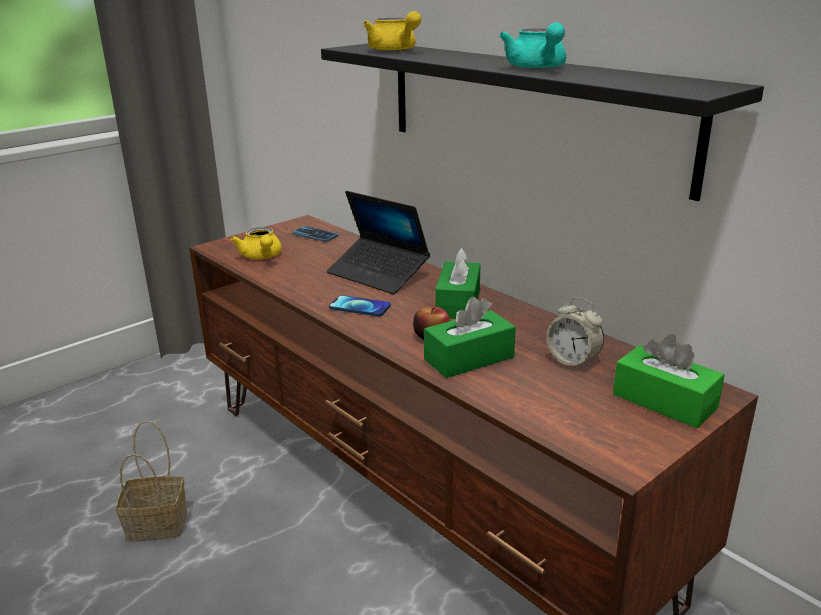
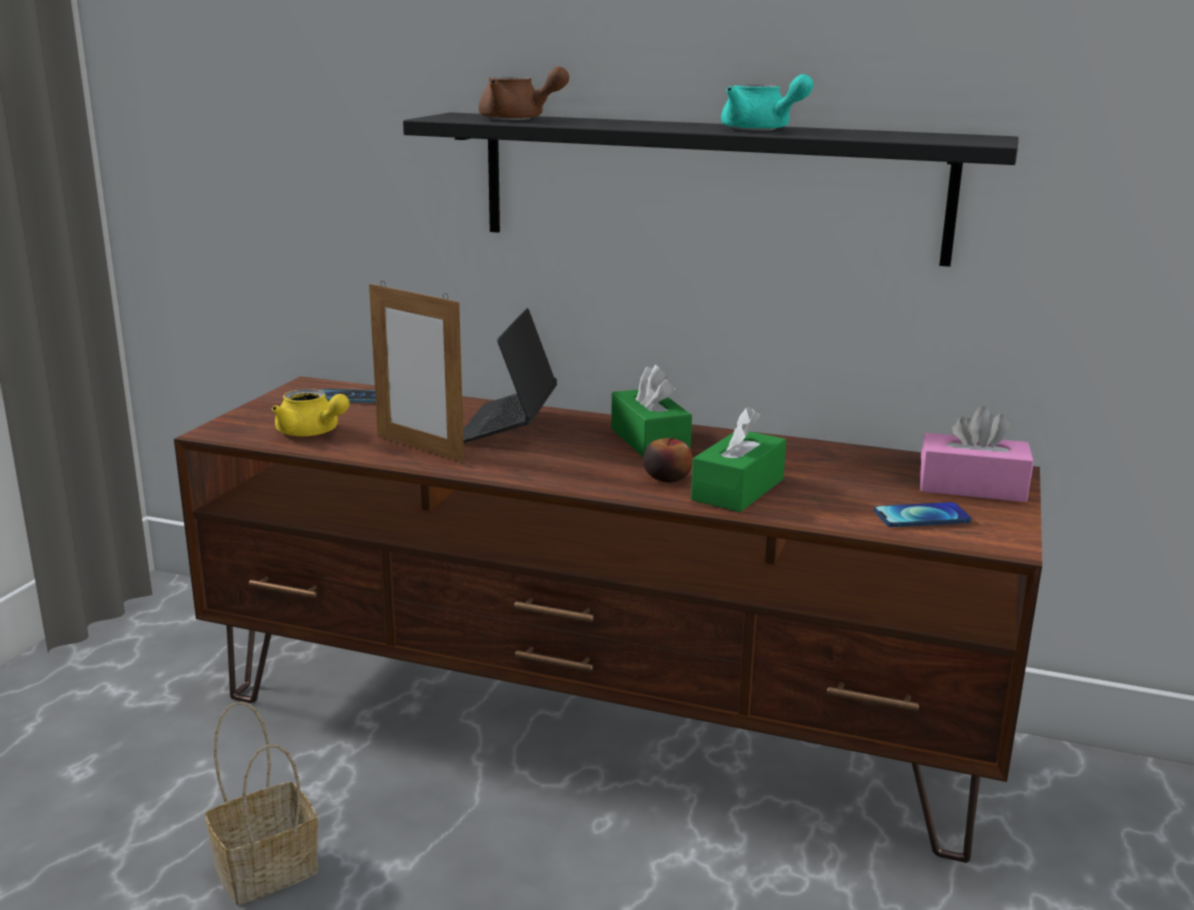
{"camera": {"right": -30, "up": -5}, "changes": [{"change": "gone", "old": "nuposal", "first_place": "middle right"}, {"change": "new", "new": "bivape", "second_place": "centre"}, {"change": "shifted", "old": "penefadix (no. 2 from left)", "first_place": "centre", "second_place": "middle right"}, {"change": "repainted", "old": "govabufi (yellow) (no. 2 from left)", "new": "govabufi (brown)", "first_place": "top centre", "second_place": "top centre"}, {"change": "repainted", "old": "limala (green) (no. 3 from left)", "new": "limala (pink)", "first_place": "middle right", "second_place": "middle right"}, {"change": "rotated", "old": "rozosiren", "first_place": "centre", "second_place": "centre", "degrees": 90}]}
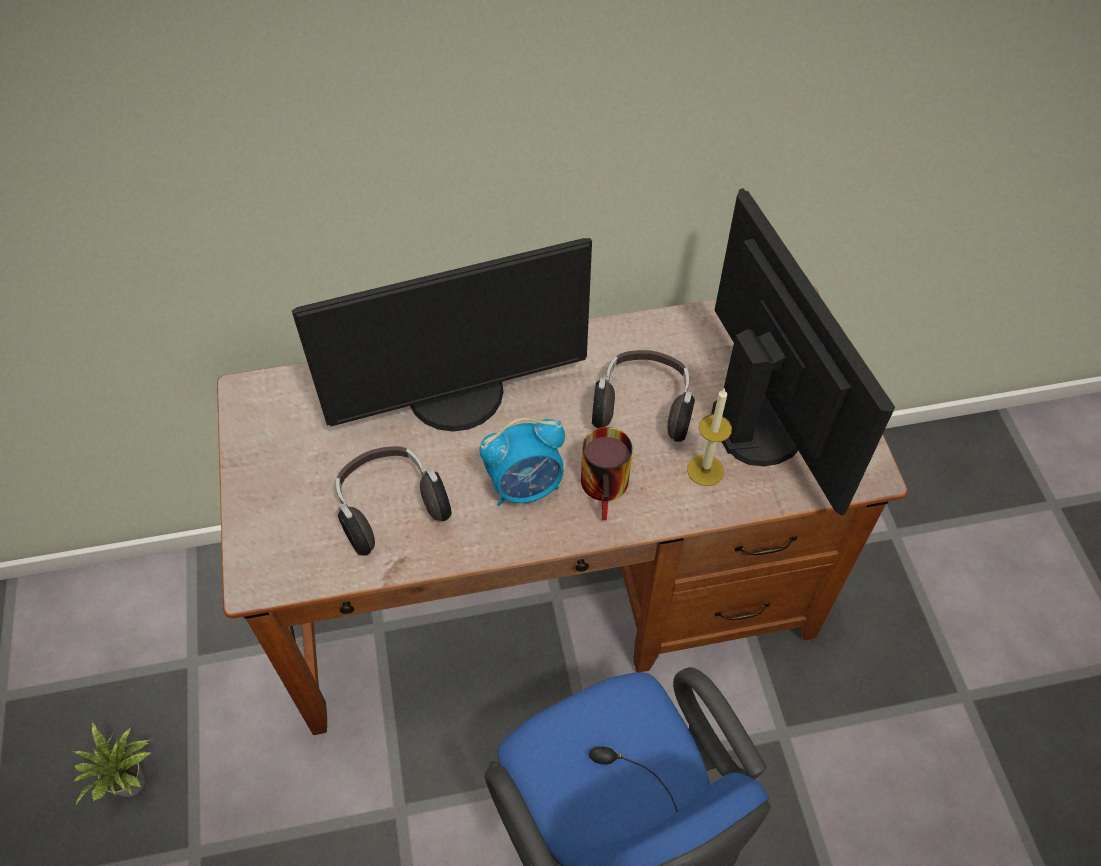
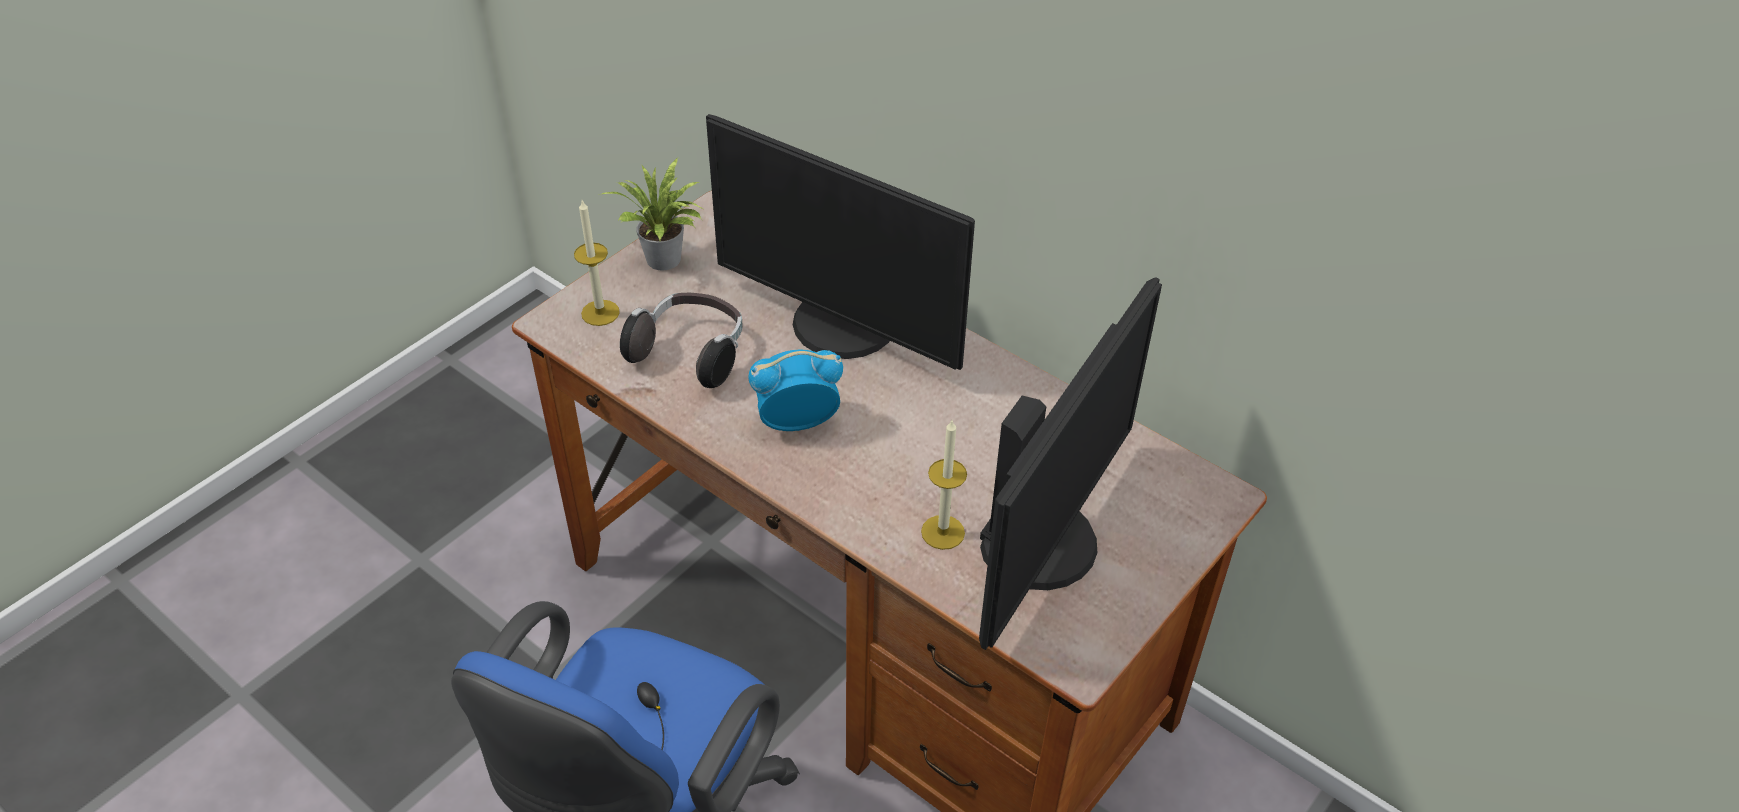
{"camera": {"right": 50, "up": -10}, "changes": [{"change": "gone", "old": "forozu", "first_place": "centre"}, {"change": "gone", "old": "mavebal (no. 2 from left)", "first_place": "centre"}, {"change": "new", "new": "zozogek (no. 1 from left)", "second_place": "top centre"}, {"change": "shifted", "old": "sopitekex", "first_place": "bottom left", "second_place": "top centre"}, {"change": "rotated", "old": "nuposal", "first_place": "centre", "second_place": "centre", "degrees": 135}]}
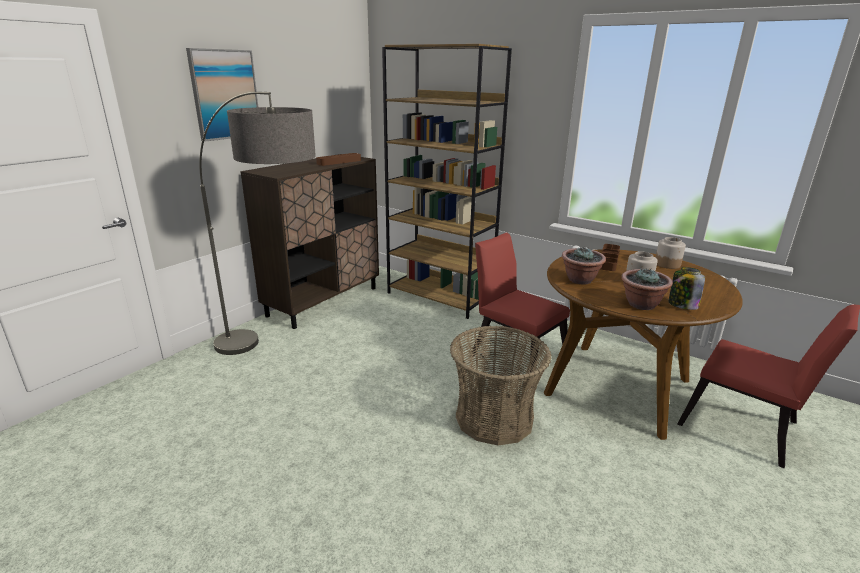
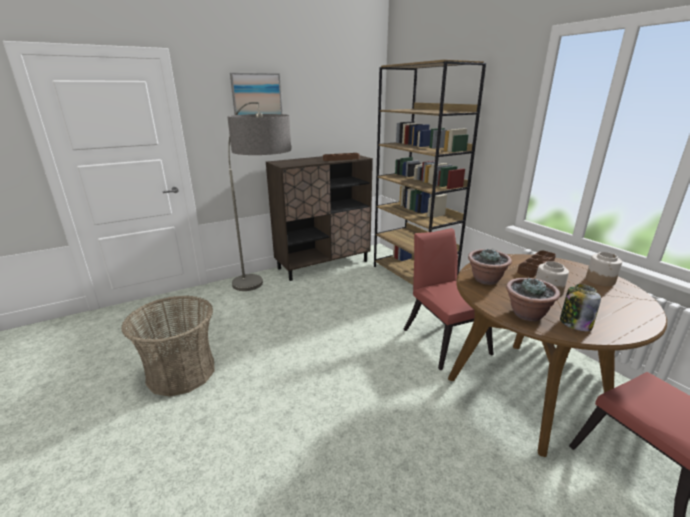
{"camera": {"right": 25, "up": 0}, "changes": [{"change": "shifted", "old": "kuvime", "first_place": "bottom centre", "second_place": "bottom left"}]}
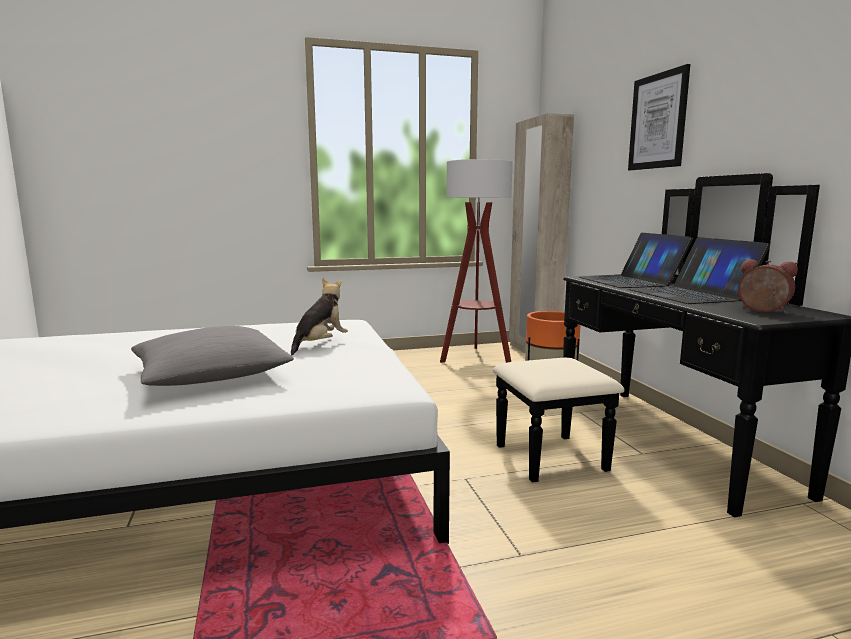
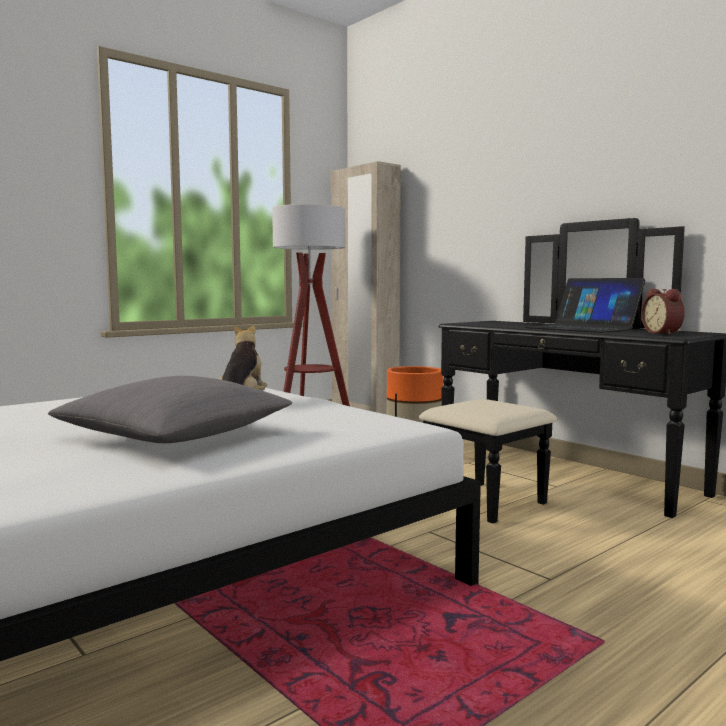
{"camera": {"right": -25, "up": -5}, "changes": [{"change": "gone", "old": "rozosiren (no. 1 from left)", "first_place": "middle right"}, {"change": "gone", "old": "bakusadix", "first_place": "top right"}, {"change": "rotated", "old": "nuposal", "first_place": "middle right", "second_place": "middle right", "degrees": -120}]}
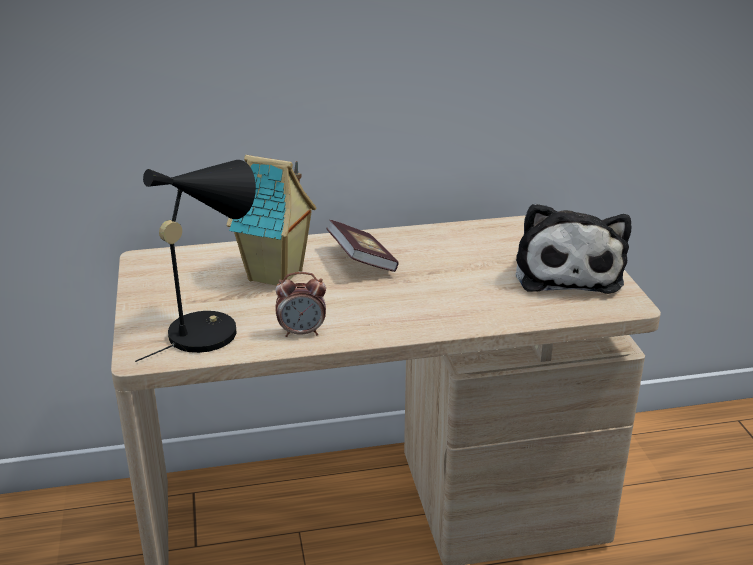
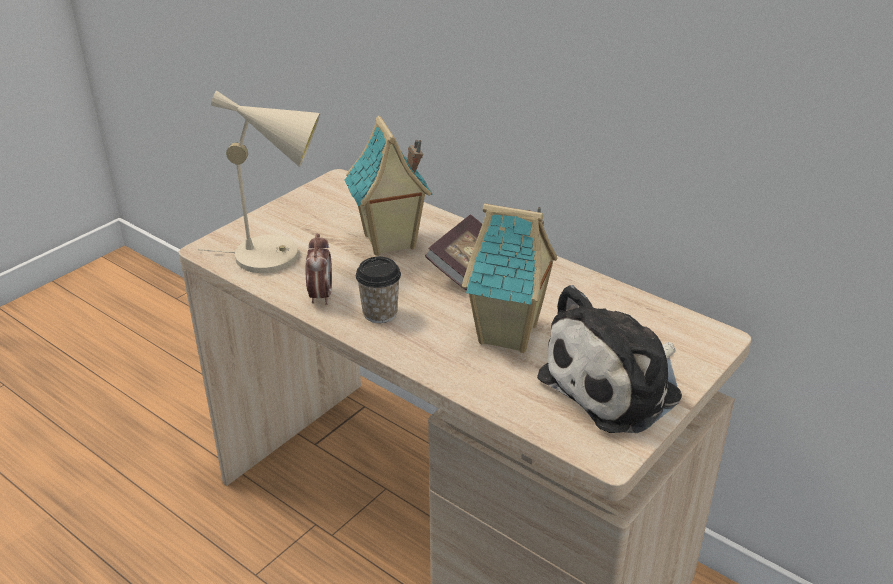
{"camera": {"right": 50, "up": 5}, "changes": [{"change": "new", "new": "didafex", "second_place": "centre"}, {"change": "new", "new": "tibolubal (no. 2 from left)", "second_place": "centre"}, {"change": "repainted", "old": "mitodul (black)", "new": "mitodul (beige)", "first_place": "middle left", "second_place": "top left"}, {"change": "rotated", "old": "nuposal", "first_place": "centre", "second_place": "centre", "degrees": -135}]}
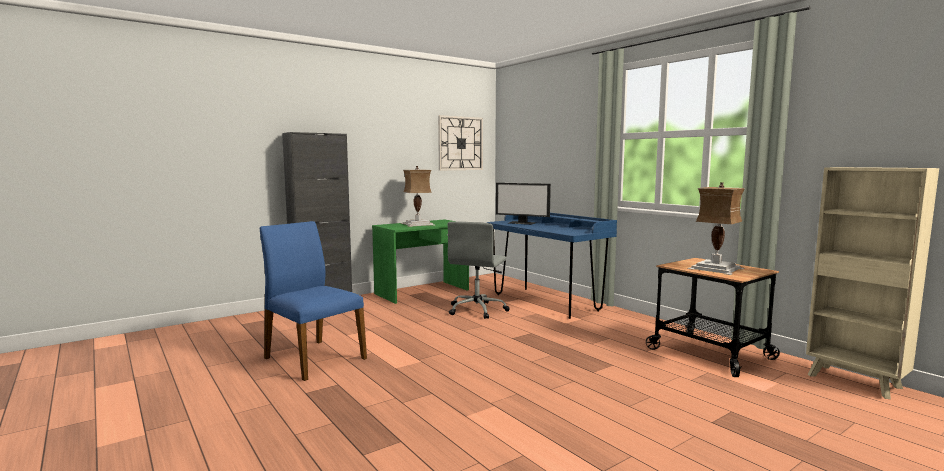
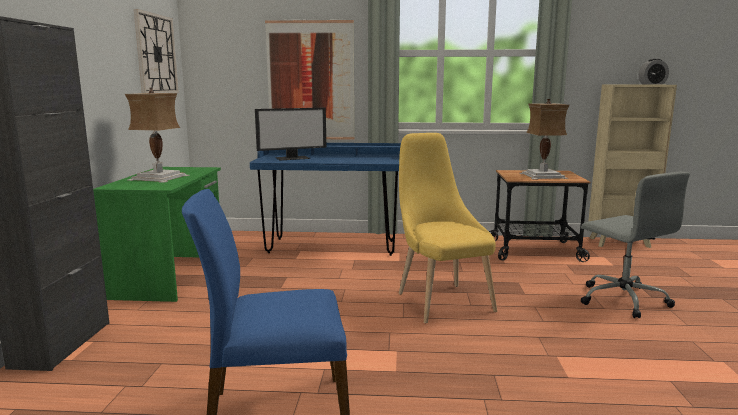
{"camera": {"right": -50, "up": 5}, "changes": [{"change": "new", "new": "bakusadix", "second_place": "top centre"}, {"change": "new", "new": "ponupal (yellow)", "second_place": "centre"}, {"change": "new", "new": "nuposal", "second_place": "top right"}, {"change": "shifted", "old": "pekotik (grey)", "first_place": "centre", "second_place": "middle right"}]}
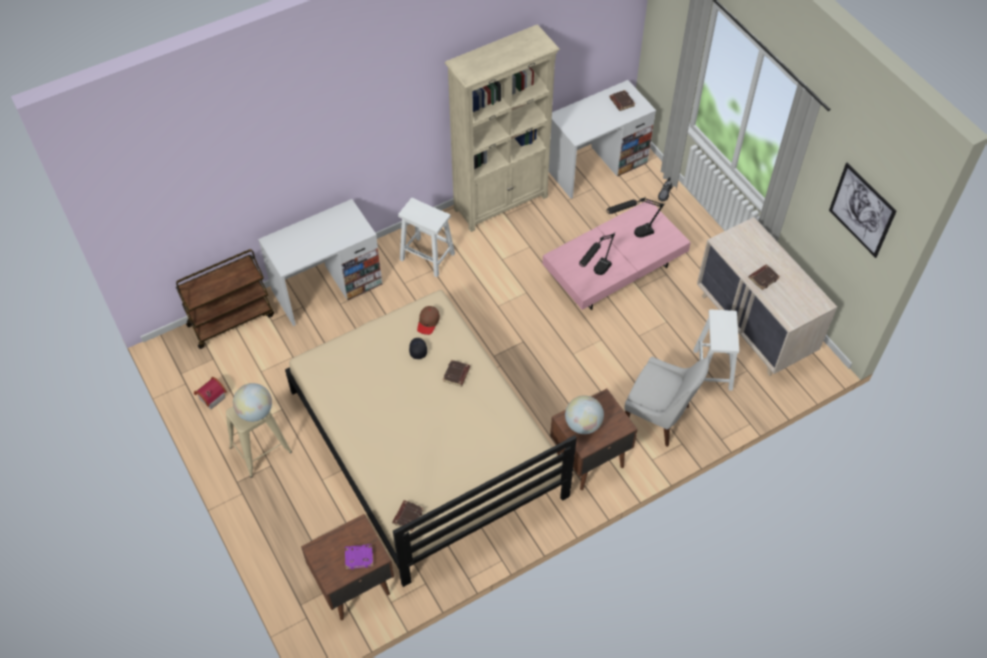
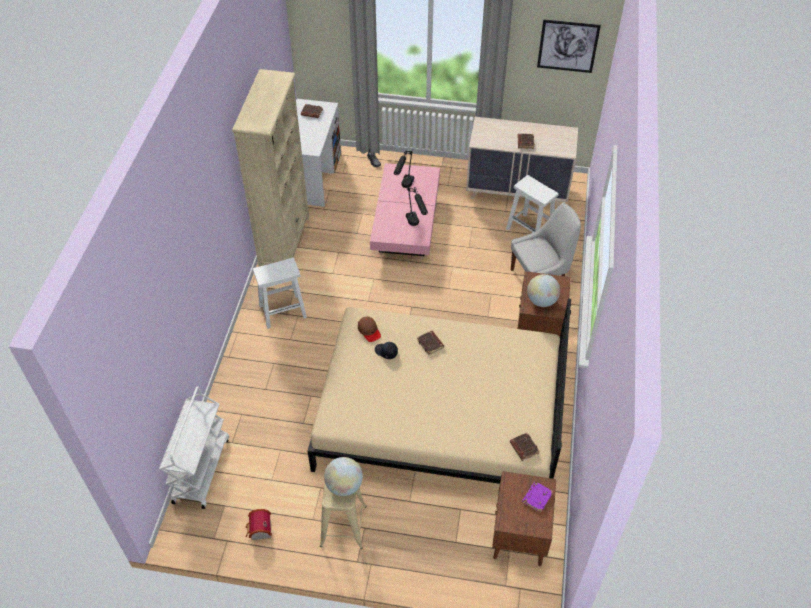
{"camera": {"right": -50, "up": -5}, "changes": [{"change": "gone", "old": "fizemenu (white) (no. 1 from left)", "first_place": "middle left"}, {"change": "repainted", "old": "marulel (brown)", "new": "marulel (white)", "first_place": "middle left", "second_place": "bottom left"}]}
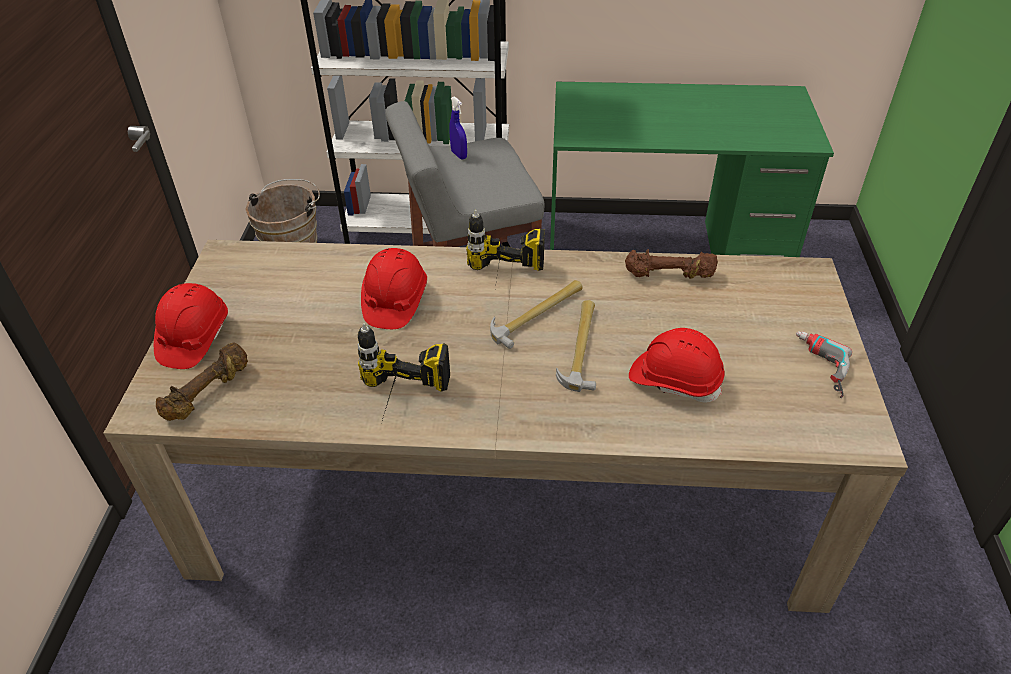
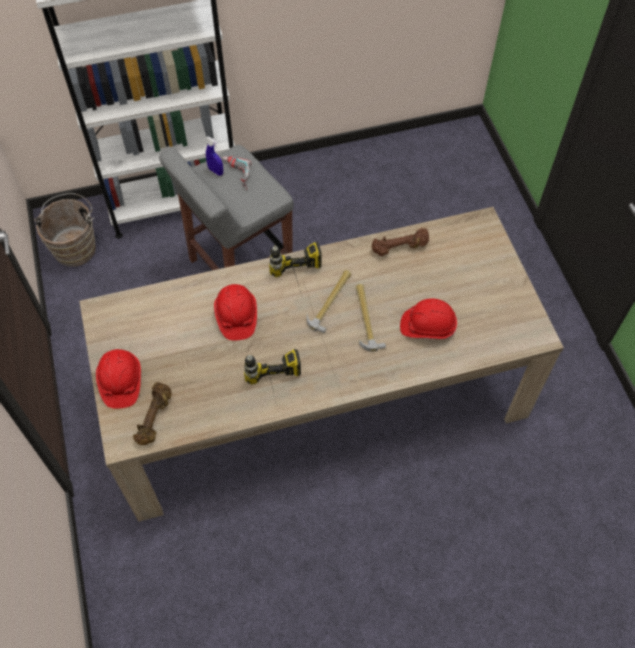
{"camera": {"right": -20, "up": 15}, "changes": [{"change": "gone", "old": "fizemenu (green)", "first_place": "top right"}, {"change": "shifted", "old": "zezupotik (no. 3 from left in the first image)", "new": "zezupotik (no. 1 from left)", "first_place": "middle right", "second_place": "top centre"}]}
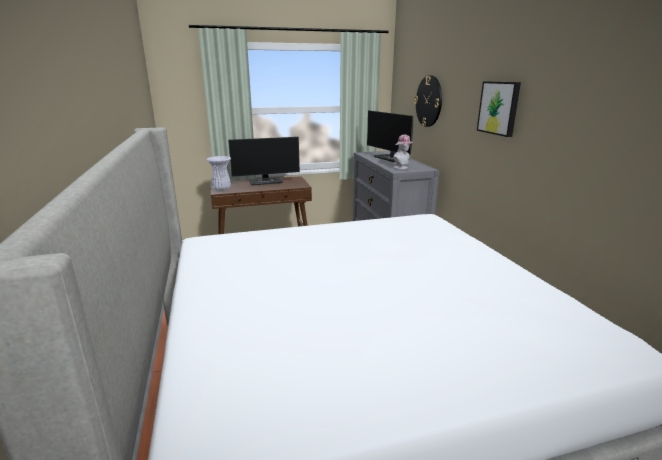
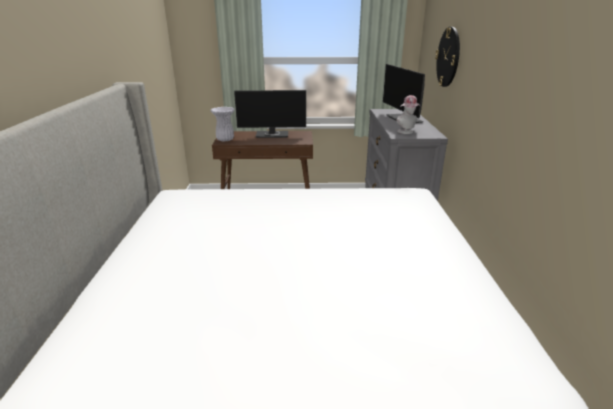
{"camera": {"right": 15, "up": 5}, "changes": [{"change": "gone", "old": "bakusadix", "first_place": "top right"}]}
